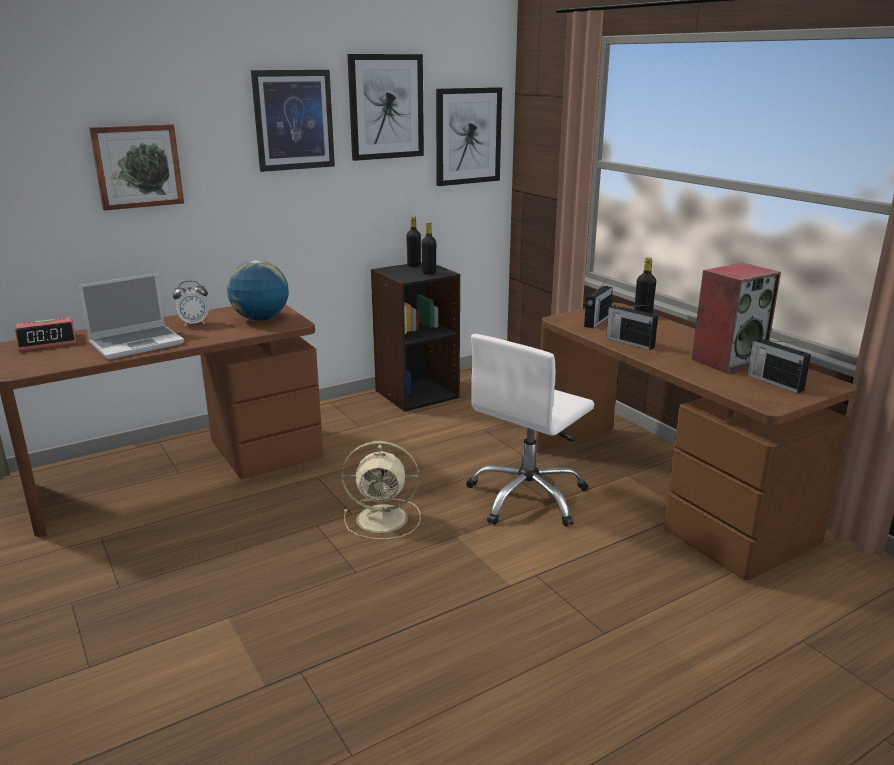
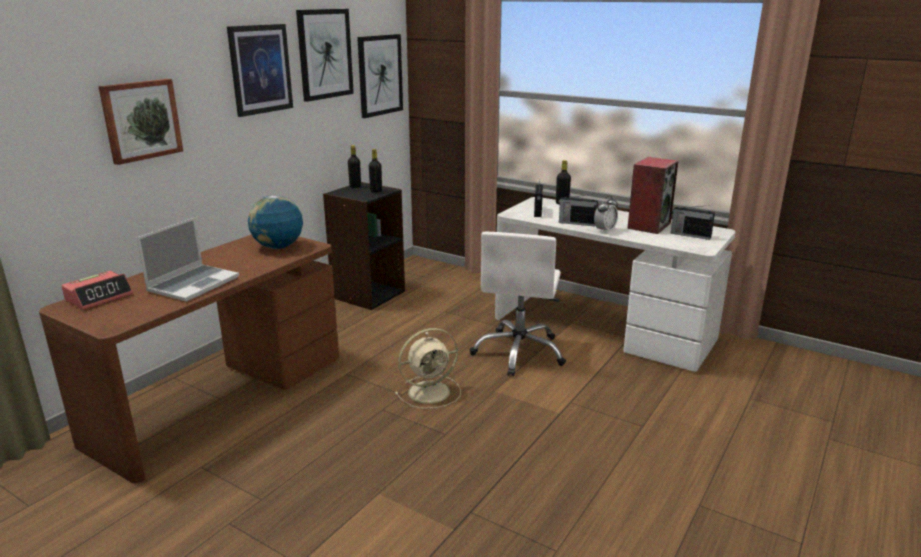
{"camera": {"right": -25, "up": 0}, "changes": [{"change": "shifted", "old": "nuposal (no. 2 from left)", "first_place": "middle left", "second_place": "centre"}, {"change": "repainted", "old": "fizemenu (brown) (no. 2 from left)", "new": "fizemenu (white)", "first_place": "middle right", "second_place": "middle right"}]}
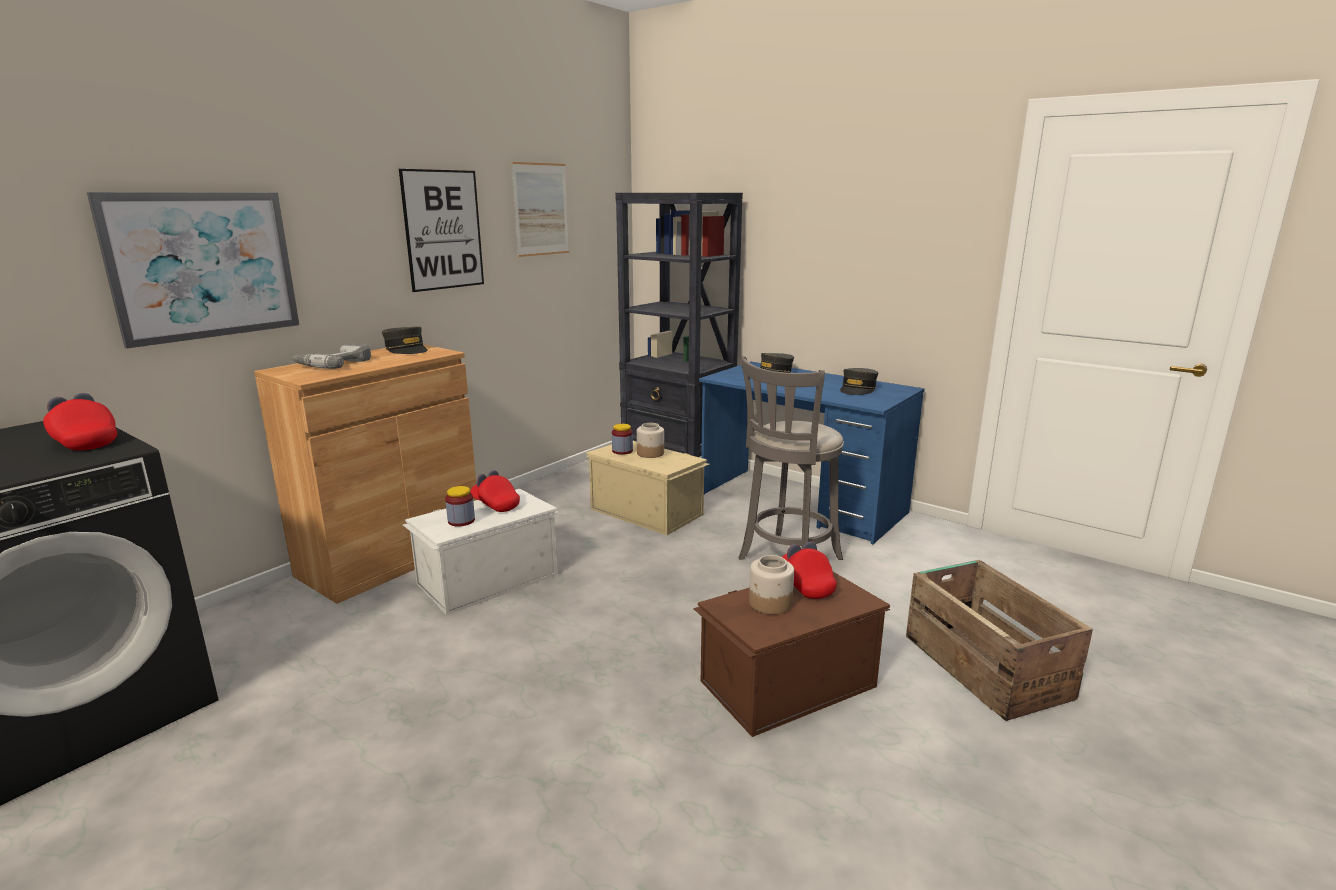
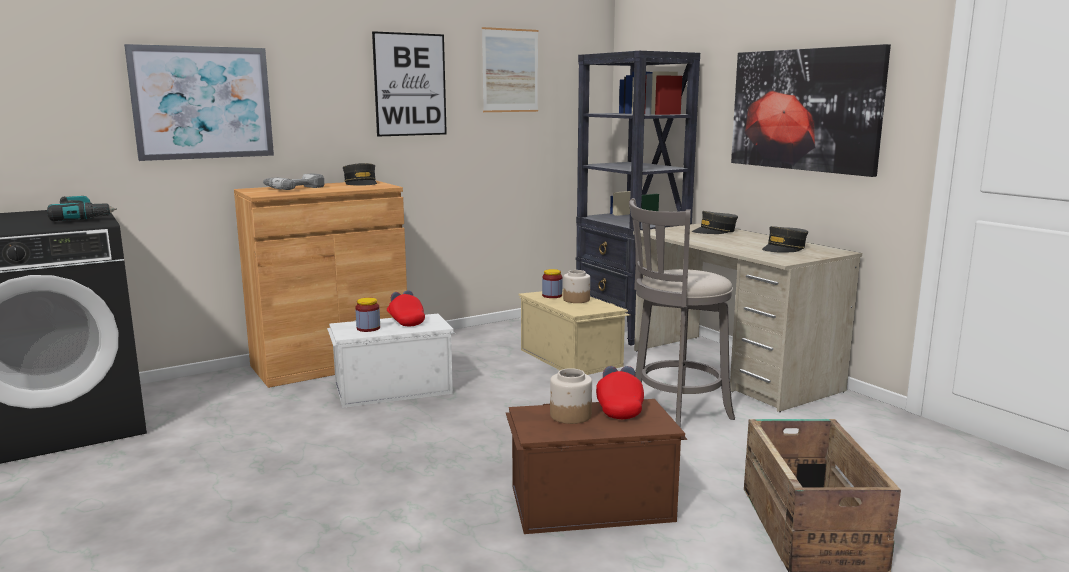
{"camera": {"right": 20, "up": -5}, "changes": [{"change": "new", "new": "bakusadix (no. 4 from left)", "second_place": "top right"}, {"change": "swapped", "old": "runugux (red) (no. 1 from left)", "new": "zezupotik (no. 1 from left)", "first_place": "middle left", "second_place": "middle left"}, {"change": "repainted", "old": "fizemenu (blue)", "new": "fizemenu (beige)", "first_place": "centre", "second_place": "middle right"}]}
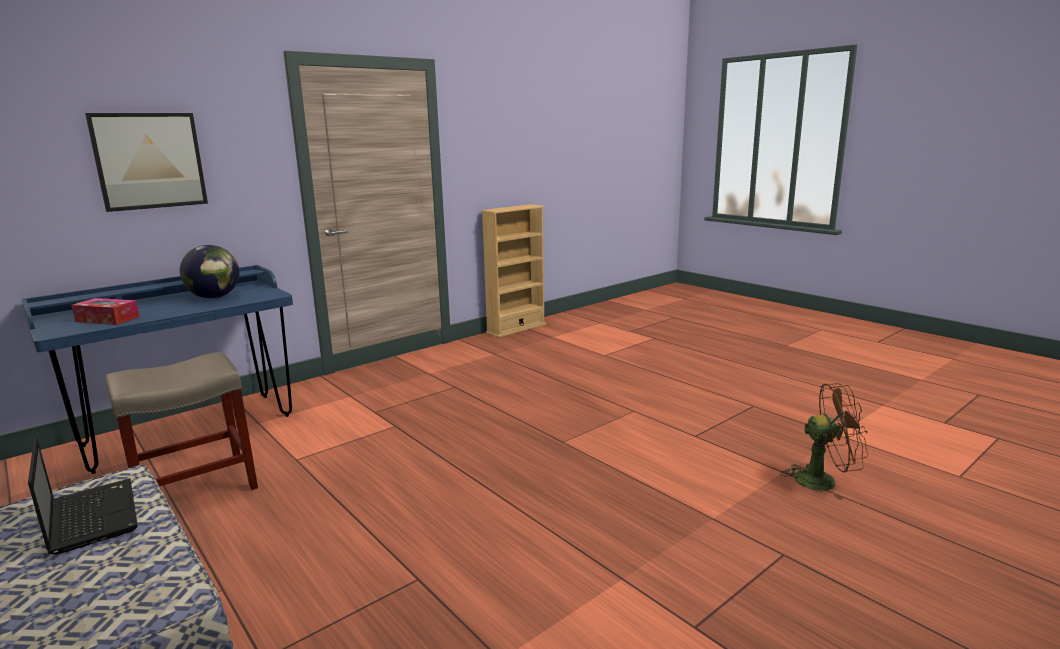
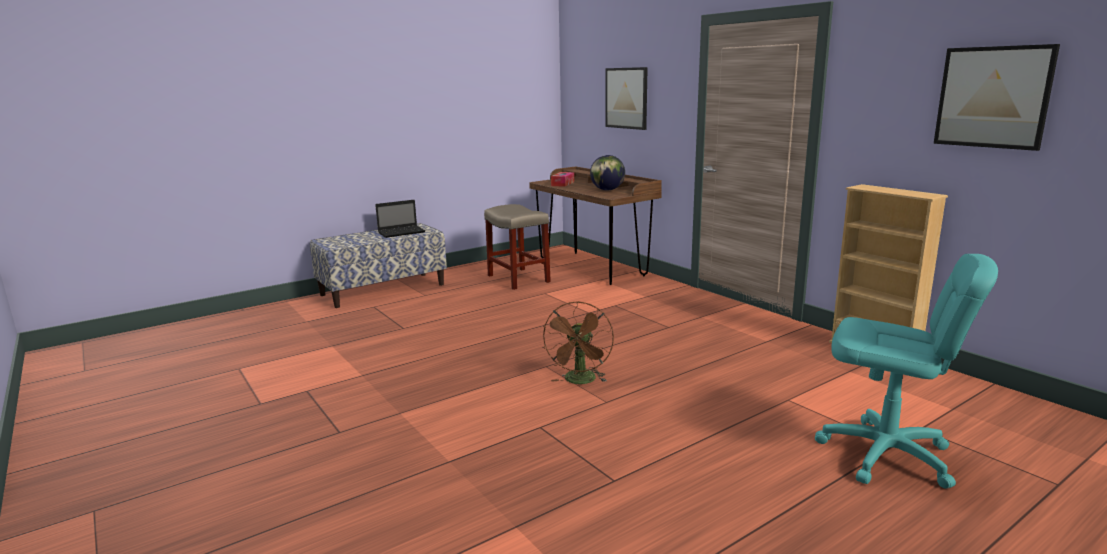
{"camera": {"right": 95, "up": 0}, "changes": [{"change": "new", "new": "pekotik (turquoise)", "second_place": "bottom right"}, {"change": "new", "new": "bakusadix (no. 2 from left)", "second_place": "top right"}, {"change": "shifted", "old": "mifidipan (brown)", "first_place": "bottom right", "second_place": "centre"}, {"change": "repainted", "old": "fizemenu (blue)", "new": "fizemenu (brown)", "first_place": "middle left", "second_place": "centre"}]}
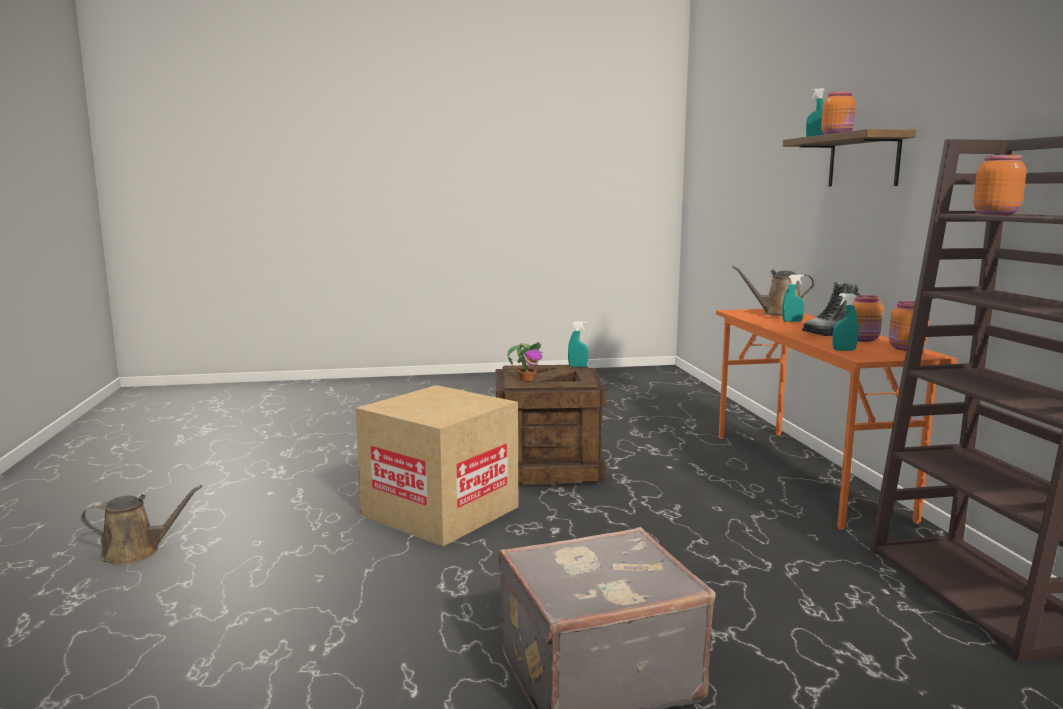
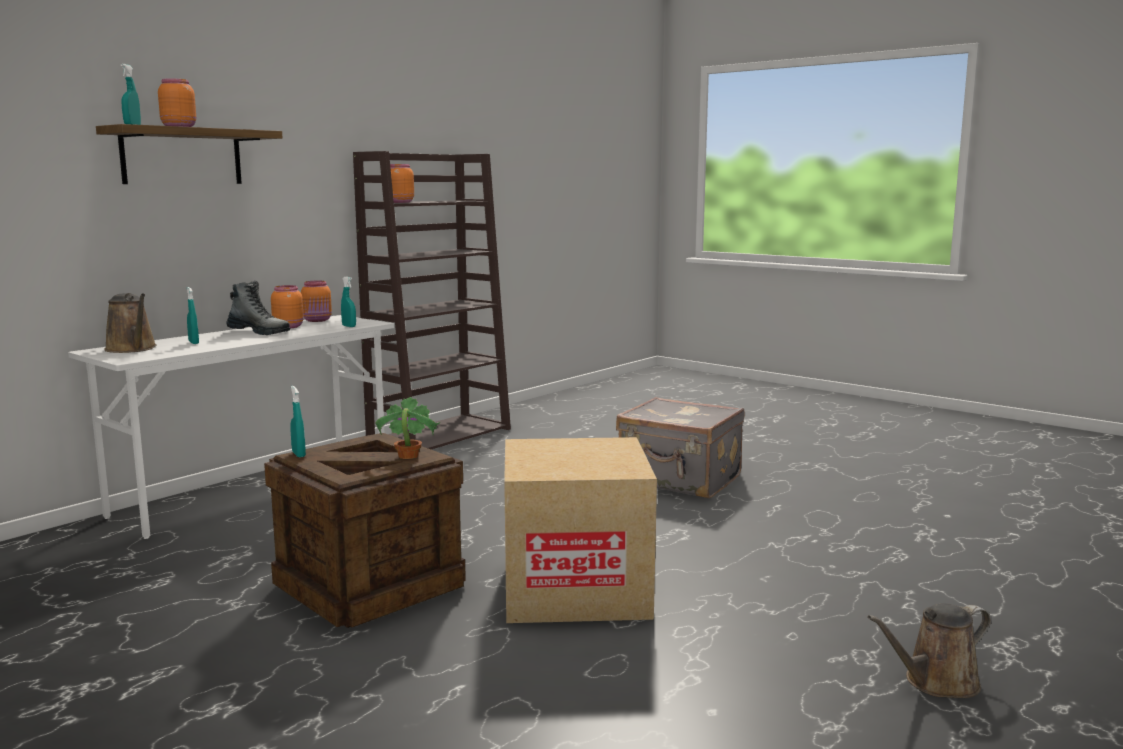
{"camera": {"right": -130, "up": 0}, "changes": [{"change": "repainted", "old": "fizemenu (orange)", "new": "fizemenu (white)", "first_place": "middle right", "second_place": "middle left"}, {"change": "rotated", "old": "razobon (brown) (no. 1 from left in the first image)", "first_place": "bottom left", "second_place": "bottom right", "degrees": -60}]}
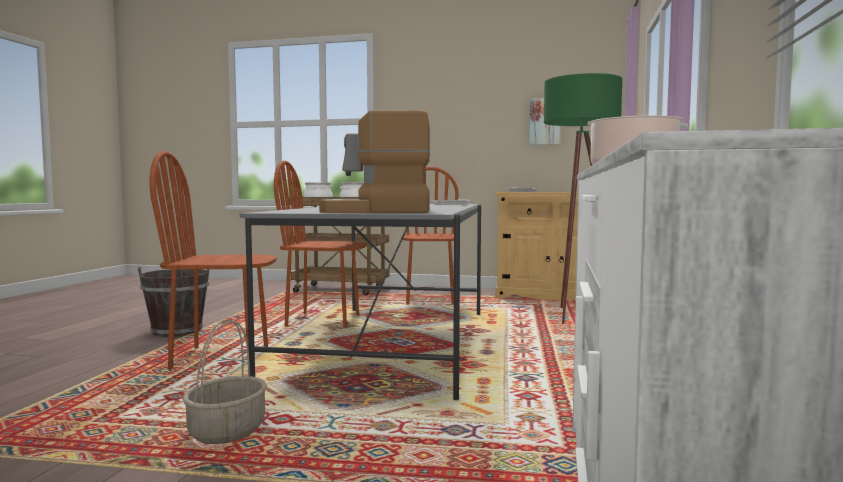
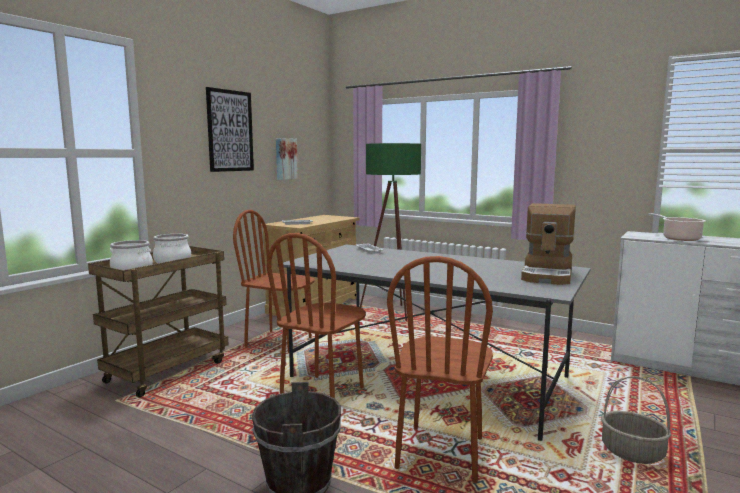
{"camera": {"right": -70, "up": 5}, "changes": [{"change": "new", "new": "bakusadix (no. 1 from left)", "second_place": "top left"}]}
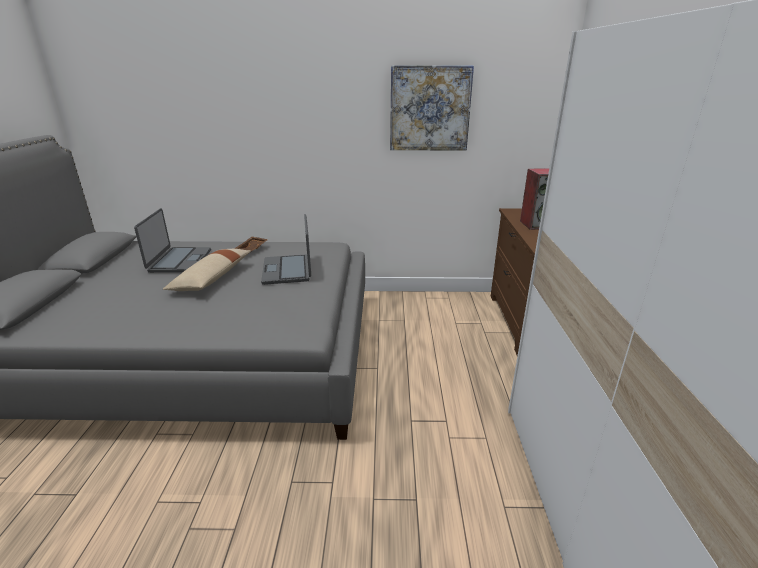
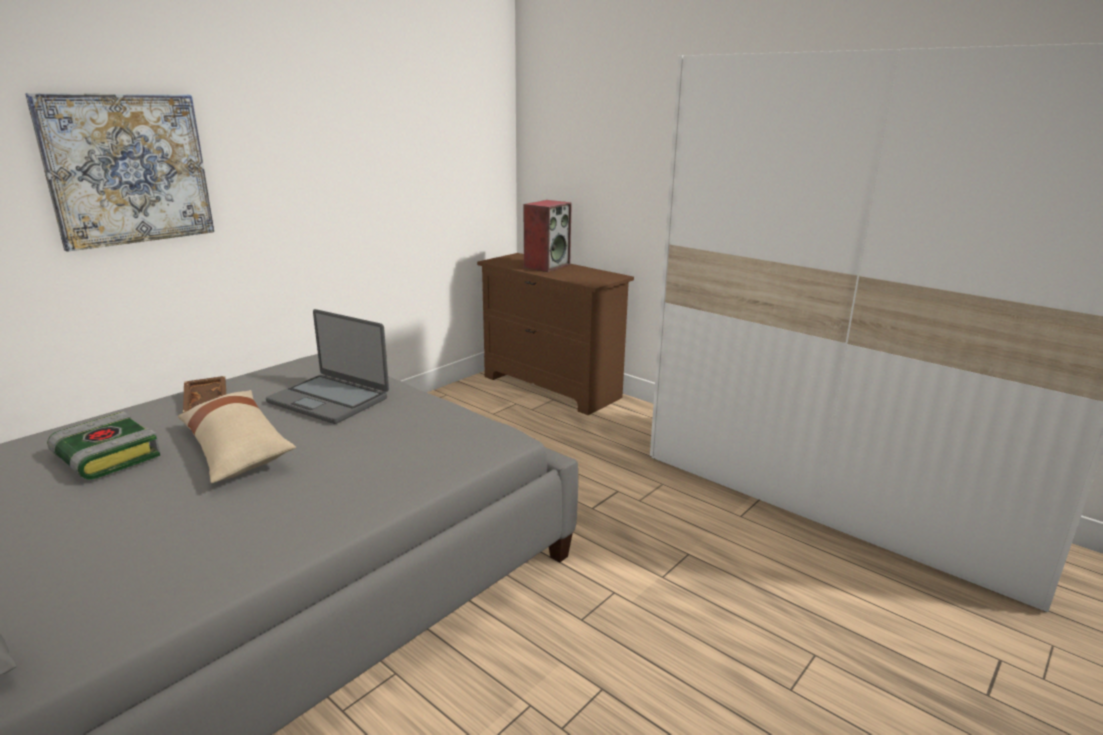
{"camera": {"right": -50, "up": -5}, "changes": [{"change": "shifted", "old": "bakusadix", "first_place": "top centre", "second_place": "top left"}, {"change": "swapped", "old": "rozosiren (no. 1 from left)", "new": "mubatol", "first_place": "middle left", "second_place": "middle left"}]}
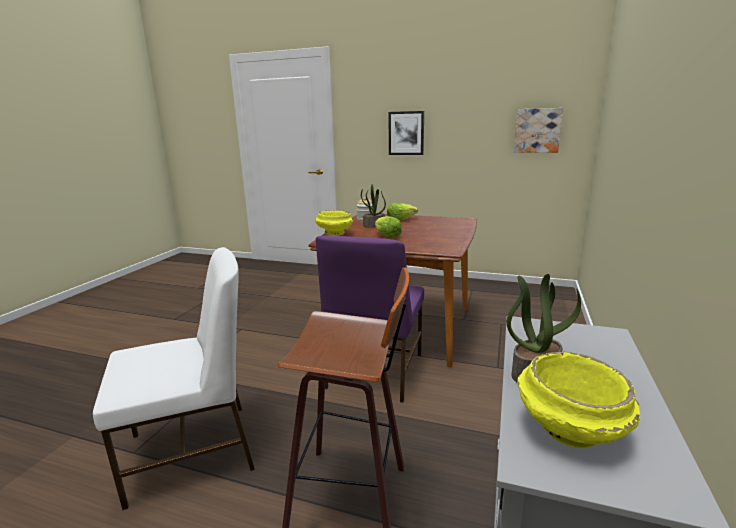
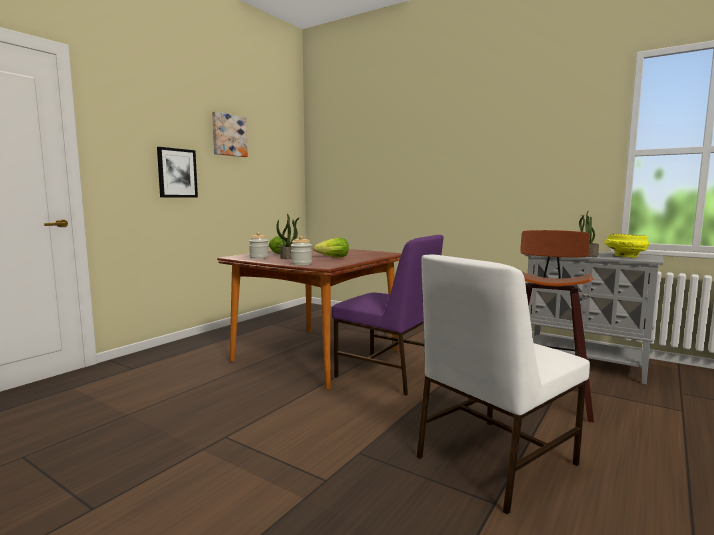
{"camera": {"right": -75, "up": -10}, "changes": [{"change": "shifted", "old": "bakusadix (no. 2 from left)", "first_place": "top right", "second_place": "top left"}, {"change": "swapped", "old": "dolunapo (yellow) (no. 1 from left)", "new": "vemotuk (no. 2 from left)", "first_place": "centre", "second_place": "centre"}, {"change": "rotated", "old": "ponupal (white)", "first_place": "bottom left", "second_place": "bottom right", "degrees": -120}]}
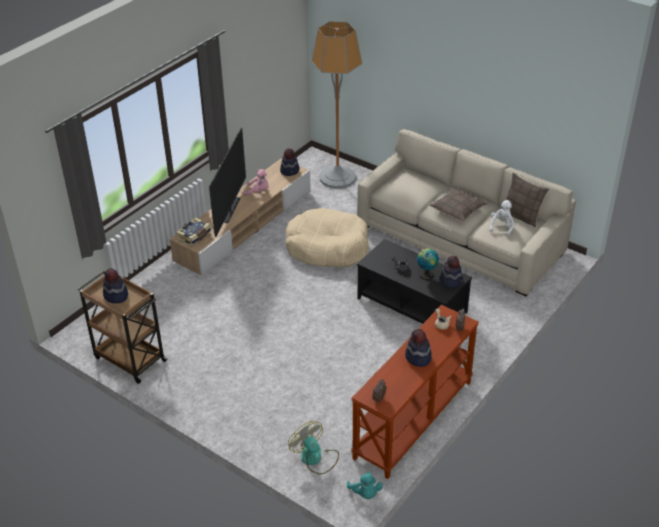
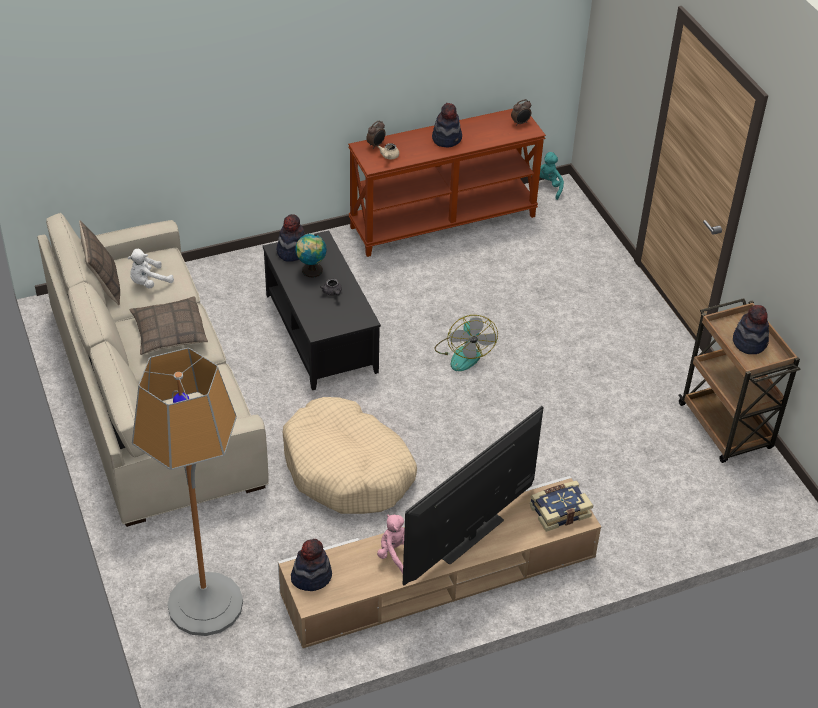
{"camera": {"right": -150, "up": 5}, "changes": [{"change": "shifted", "old": "mifidipan", "first_place": "bottom centre", "second_place": "centre"}]}
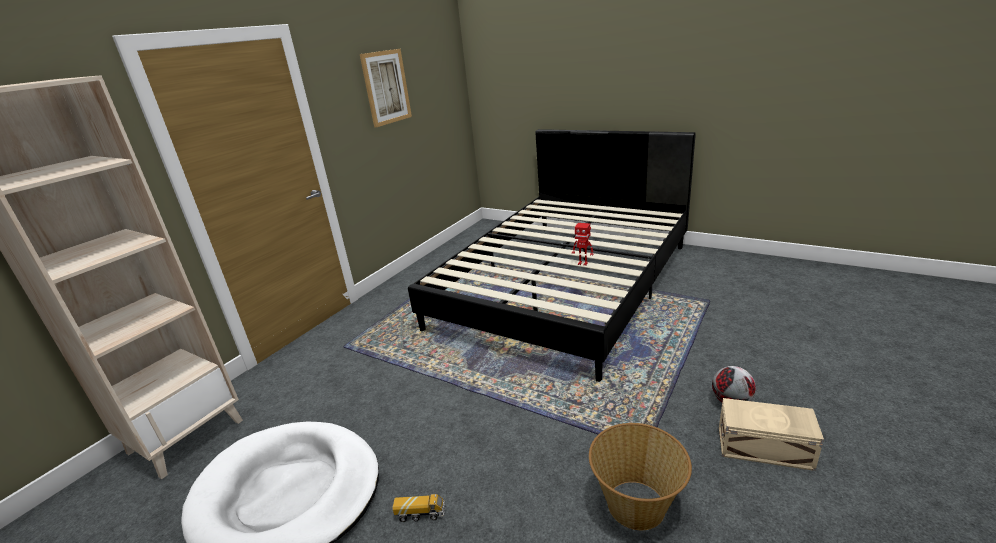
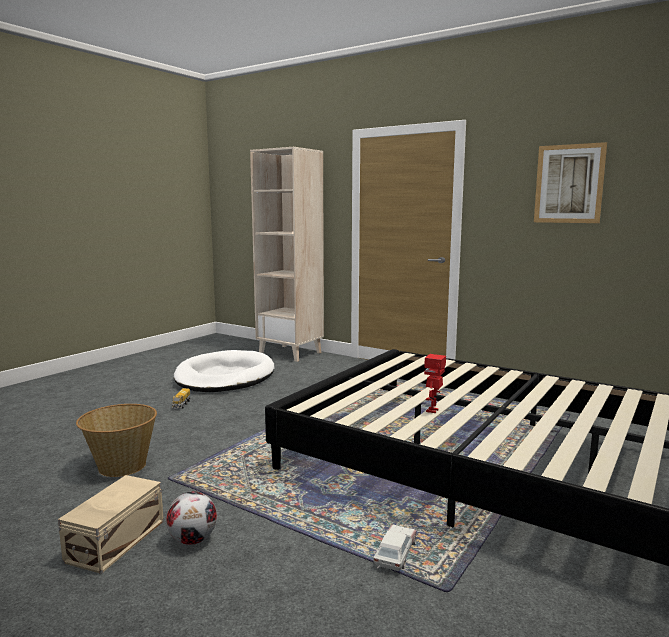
{"camera": {"right": 90, "up": -15}, "changes": [{"change": "new", "new": "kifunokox", "second_place": "bottom centre"}]}
